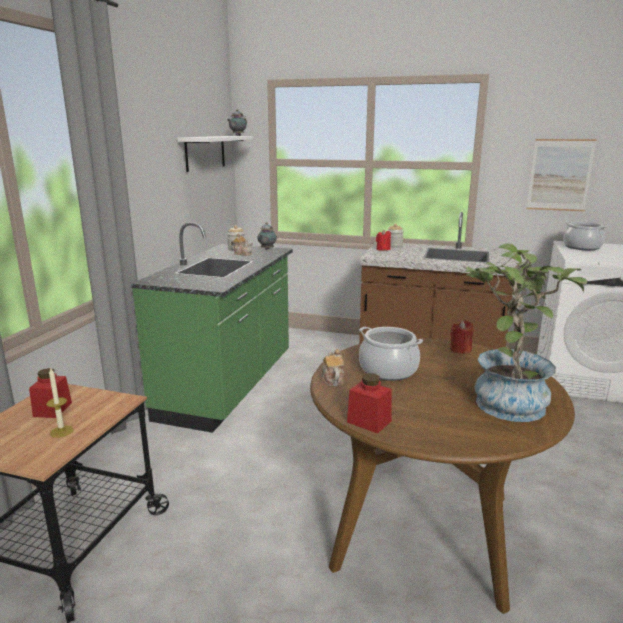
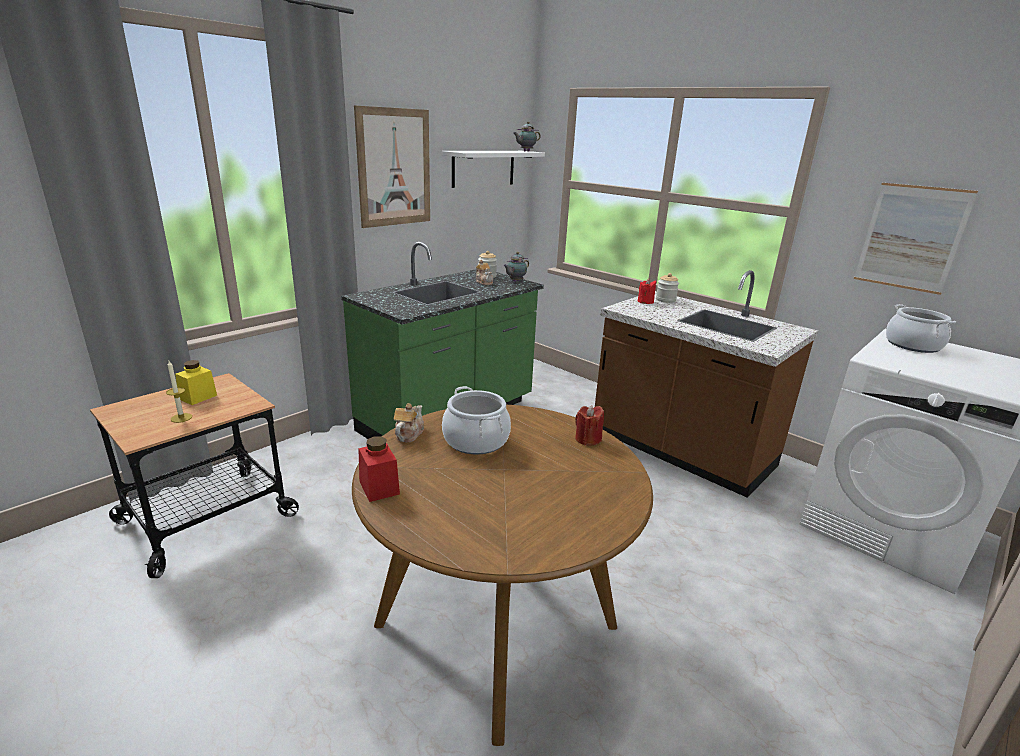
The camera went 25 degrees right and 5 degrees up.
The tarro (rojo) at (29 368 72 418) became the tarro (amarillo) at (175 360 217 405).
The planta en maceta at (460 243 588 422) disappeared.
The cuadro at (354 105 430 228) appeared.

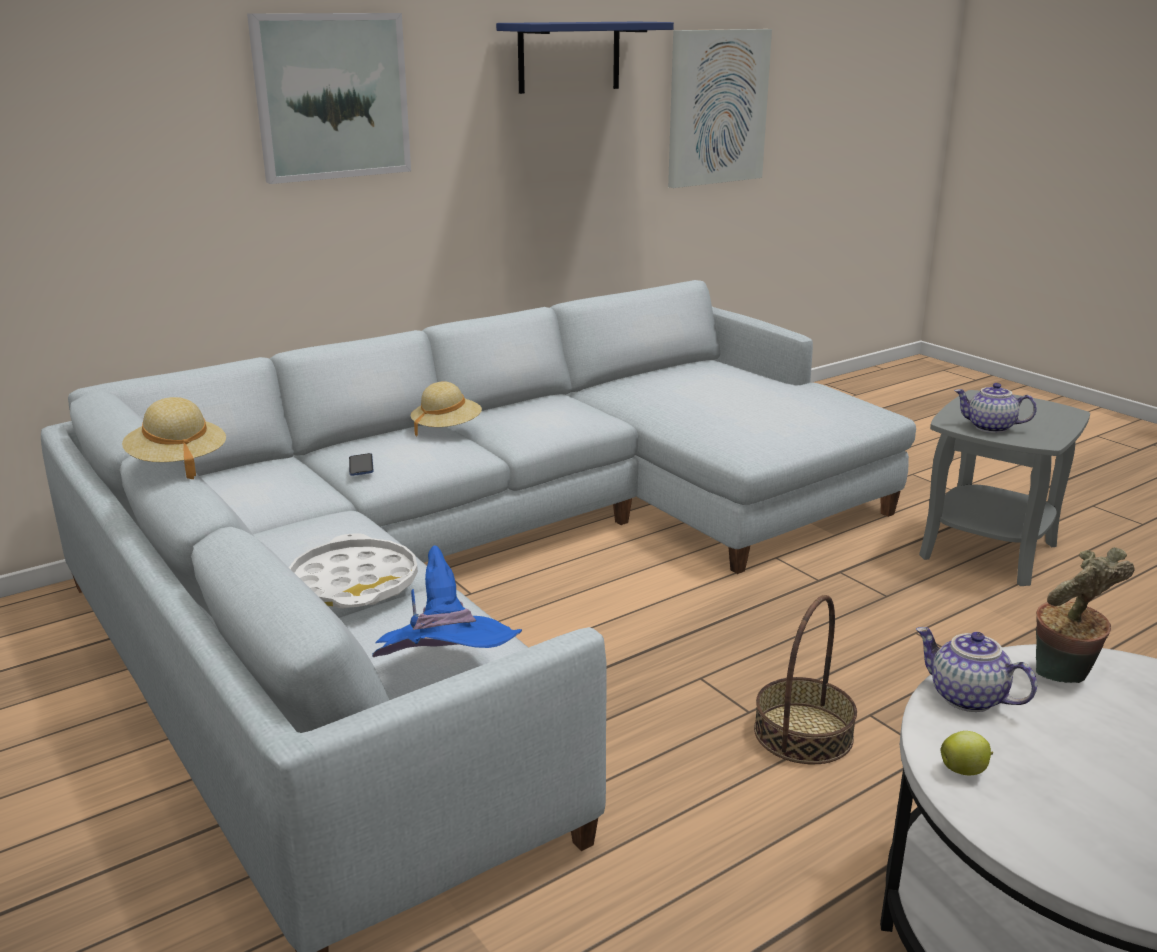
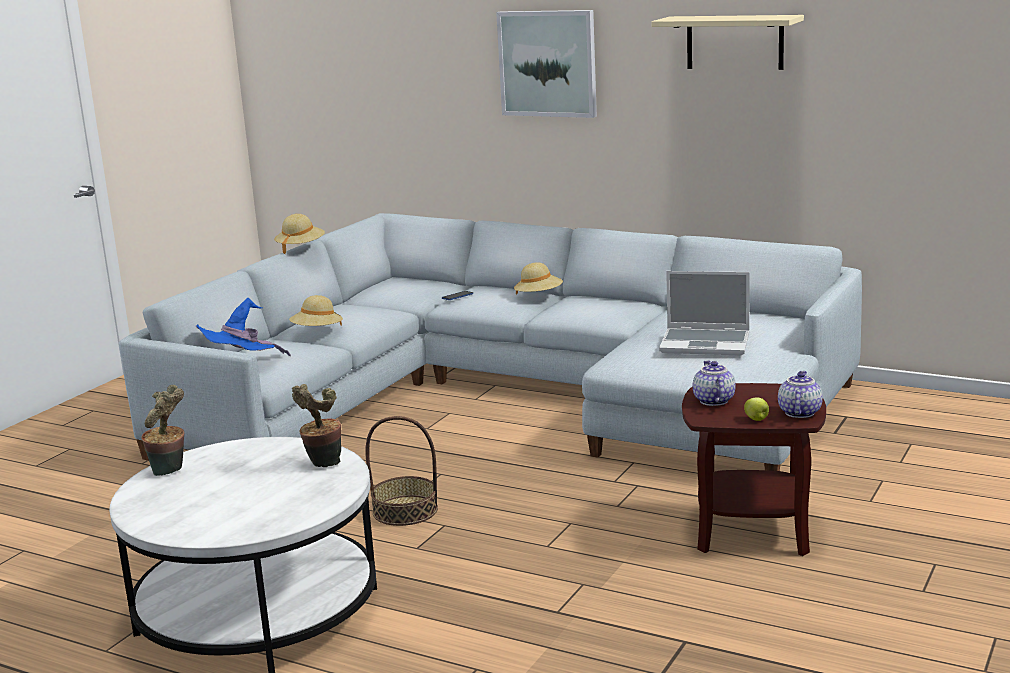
The camera went 65 degrees right and 5 degrees down.
The bandeja (blanco) at (289 533 418 609) was replaced by the sombrero (beis) at (289 295 343 326).
The estante (azul) at (496 22 674 94) became the estante (beis) at (652 15 804 70).
The cuadro at (668 29 772 188) disappeared.
The tetera moved from (916 627 1037 712) to (778 371 823 418).
The mesa auxiliar (gris) at (919 390 1090 586) became the mesa auxiliar (marrón) at (682 383 826 556).
The manzana moved from (940 731 993 775) to (744 397 769 421).
The planta en maceta at (141 385 184 476) appeared.
The portátil at (659 271 750 355) appeared.

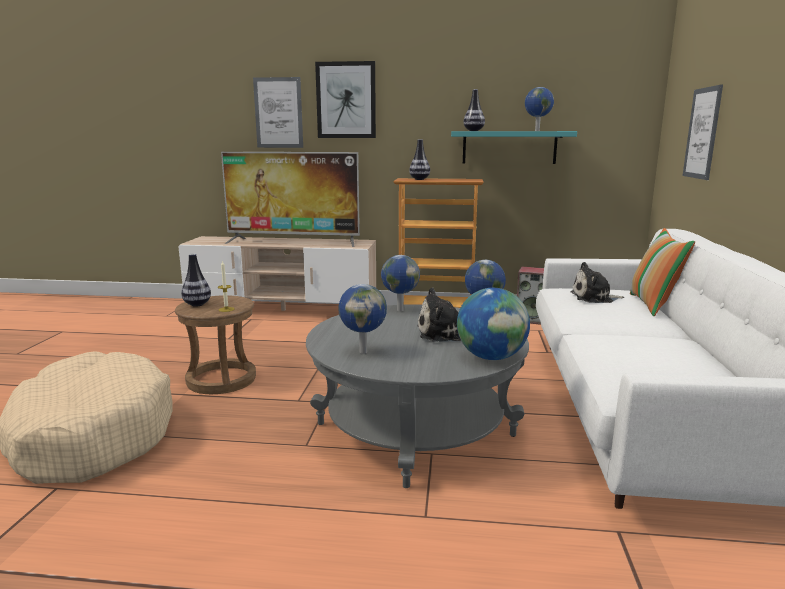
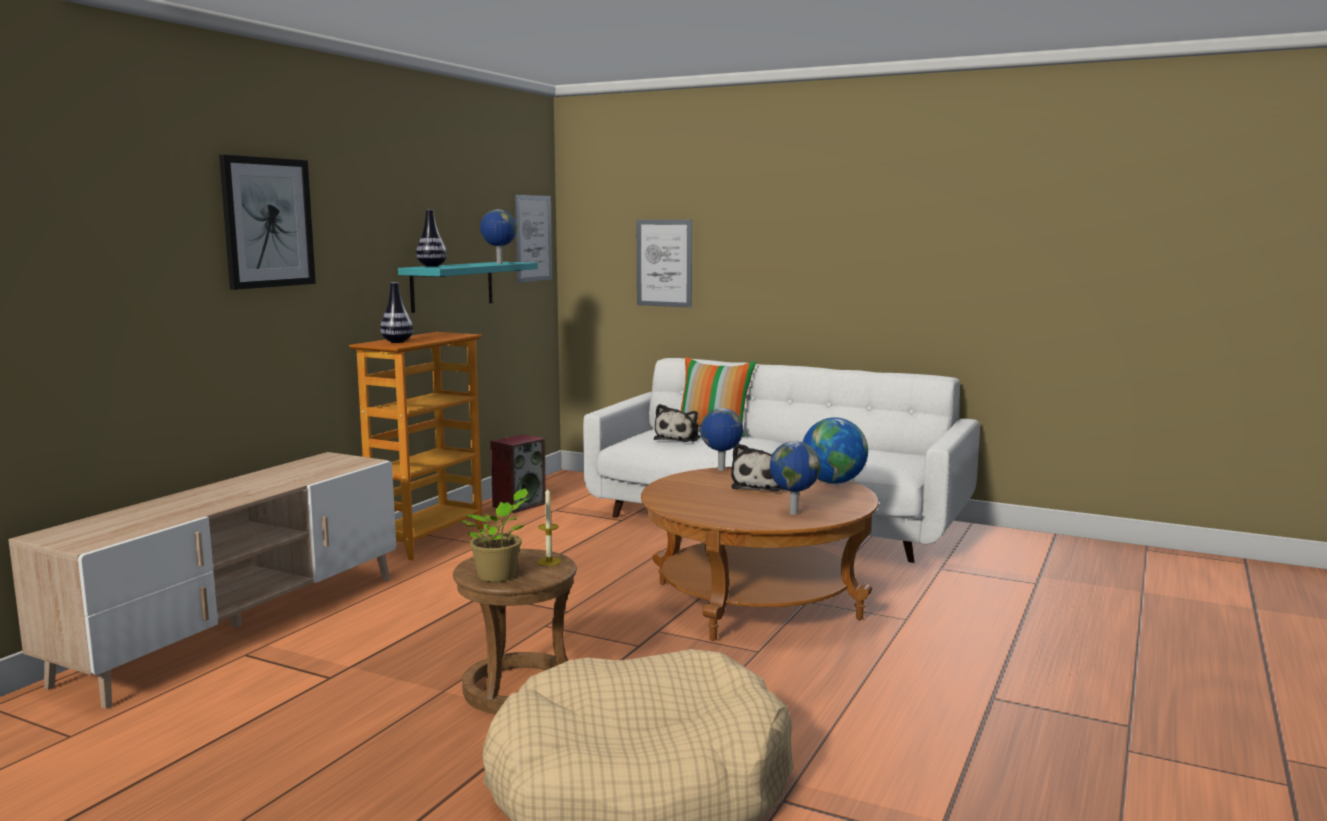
The camera went 70 degrees left and 5 degrees down.
The florero at (181 253 211 307) was replaced by the planta en maceta at (457 488 529 582).
The televisor at (221 152 360 247) disappeared.
The cuadro moved from (253 77 303 148) to (515 195 552 283).
The mesa de centro (gris) at (306 304 529 488) became the mesa de centro (marrón) at (641 467 879 641).
The globo terráqueo at (381 255 420 311) disappeared.

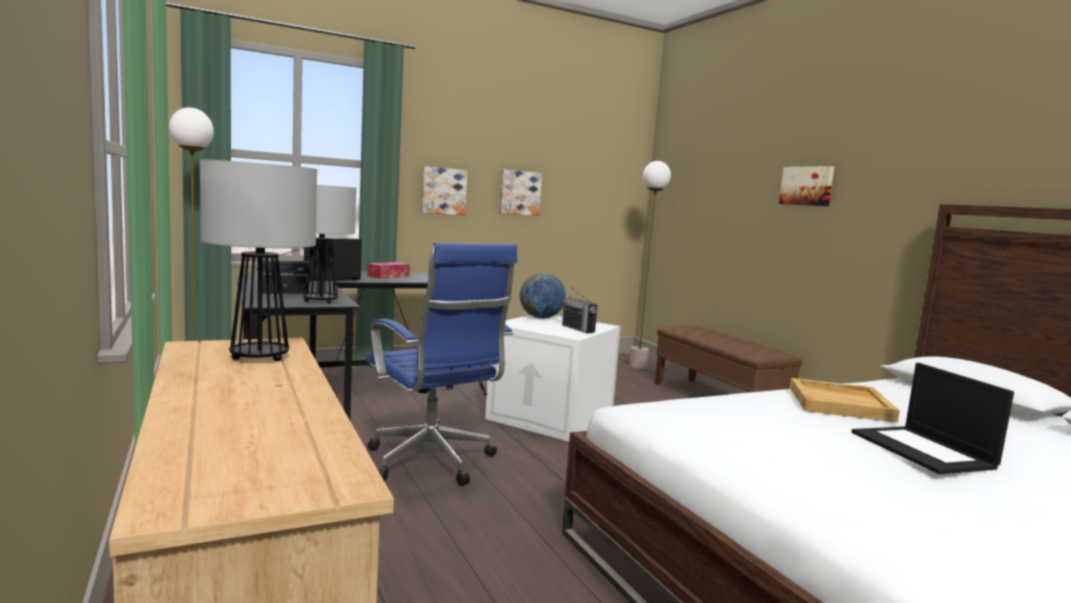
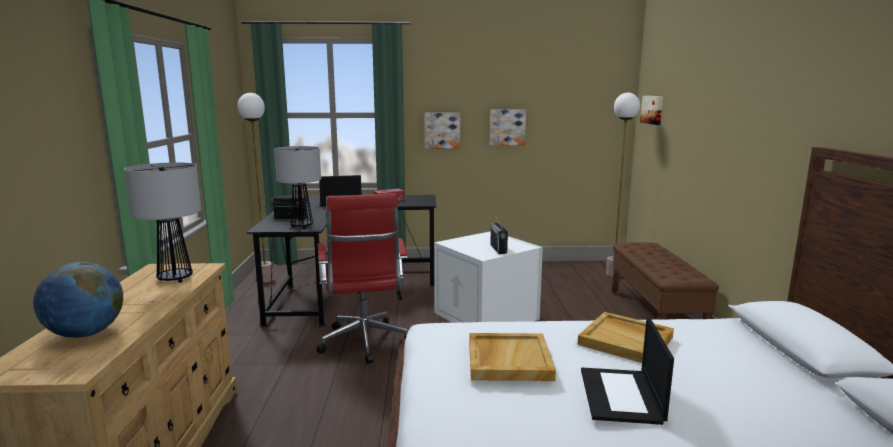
The camera went 25 degrees right and 5 degrees up.
The silla de oficina (azul) at (366 243 517 486) became the silla de oficina (rojo) at (316 193 408 364).
The globo terráqueo moved from (520 272 566 319) to (33 262 123 338).
The cuadro moved from (779 166 834 206) to (640 96 663 125).
The bandeja (beis) at (469 333 556 381) appeared.

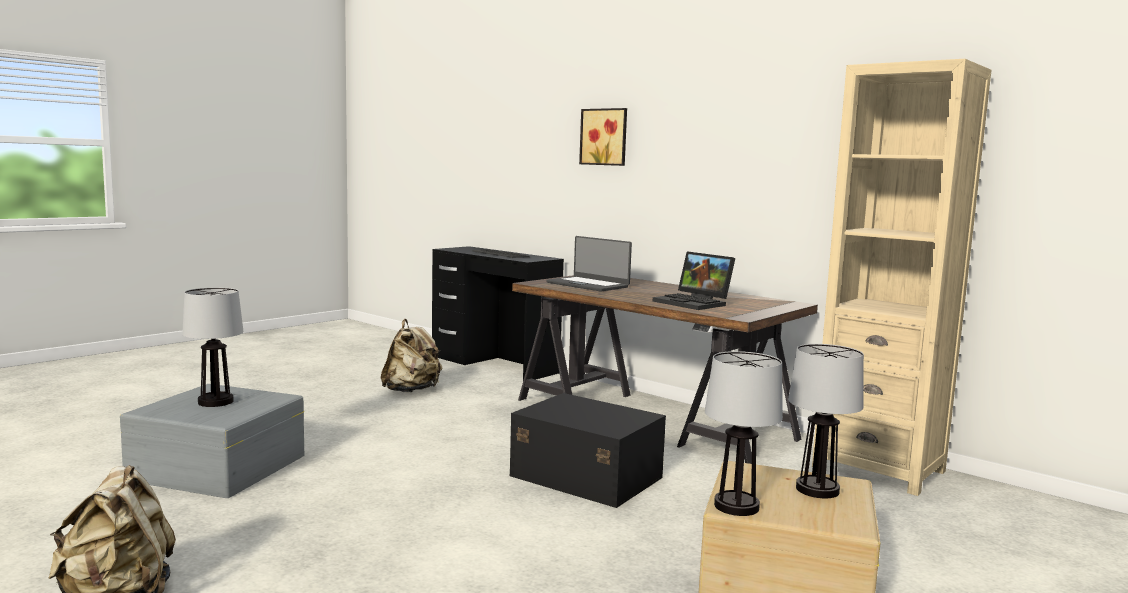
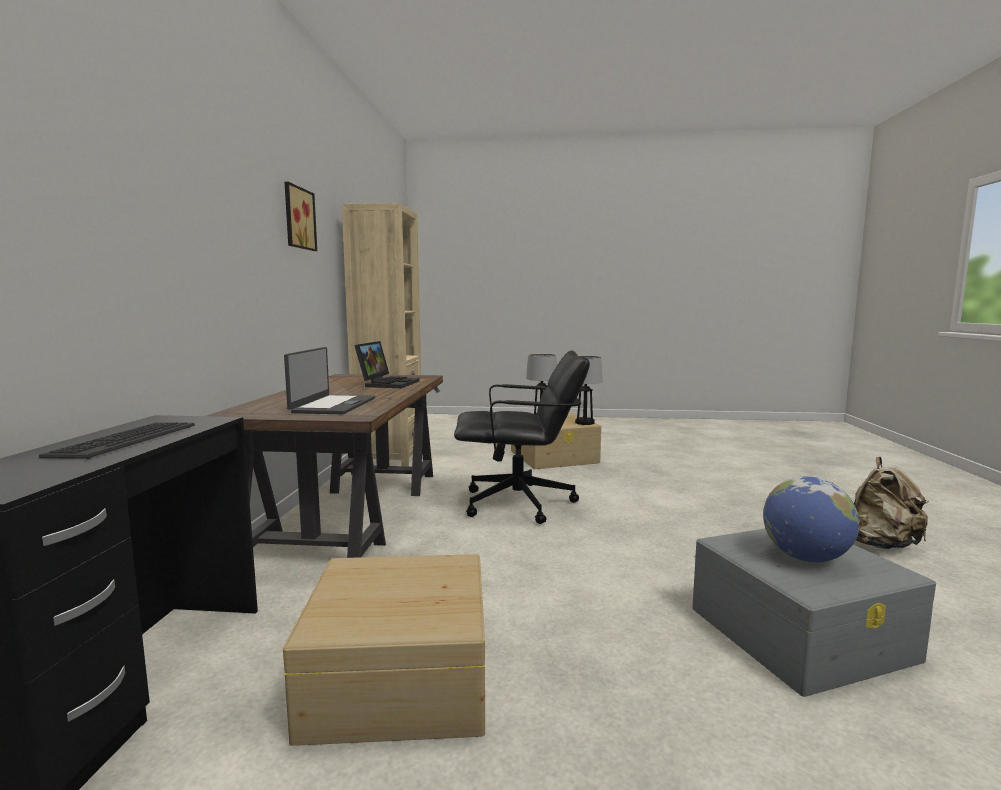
The camera went 125 degrees left and 0 degrees up.
The lámpara de mesa at (182 287 244 407) was replaced by the globo terráqueo at (763 476 860 562).
The mochila (beis) at (381 319 442 392) was replaced by the caja de almacenaje (beis) at (283 554 485 746).
The caja de almacenaje (negro) at (510 393 666 508) was replaced by the silla de oficina (negro) at (454 350 590 524).
The cuadro moved from (579 108 627 166) to (285 182 317 251).

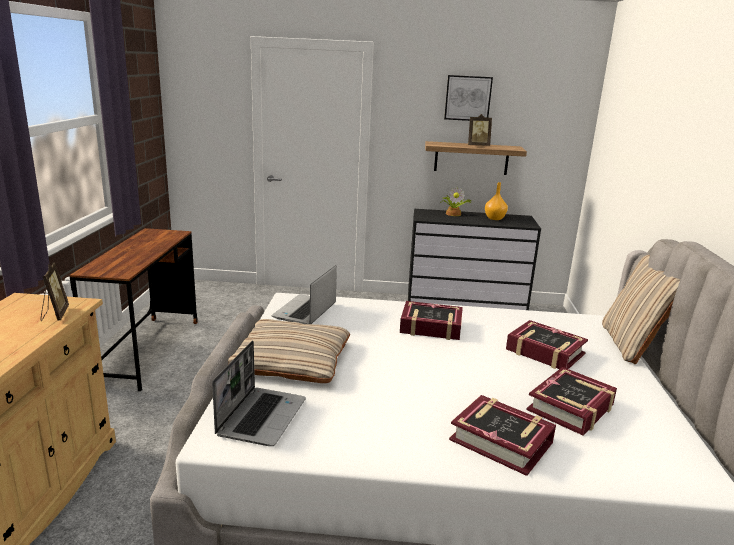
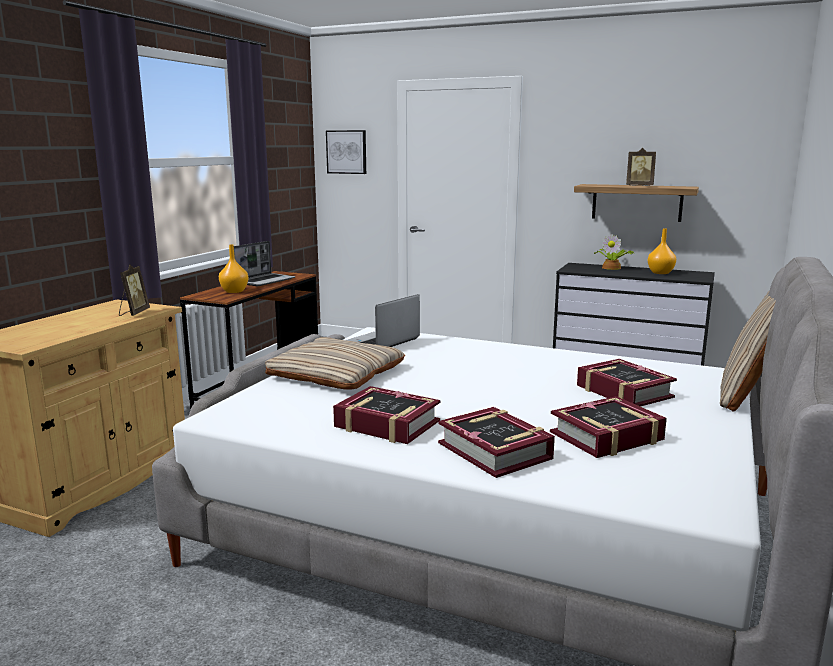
The camera went 20 degrees right and 5 degrees down.
The portátil moved from (212 341 306 446) to (234 241 295 286).
The libro moved from (400 301 463 340) to (333 386 440 444).
The cuadro moved from (444 75 493 121) to (326 130 366 174).
The florero (naranja) at (219 245 248 293) appeared.

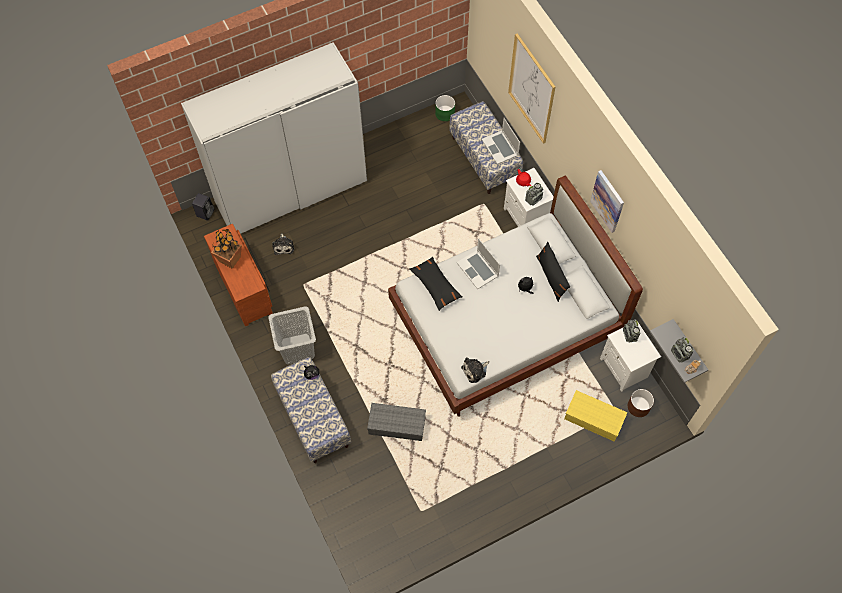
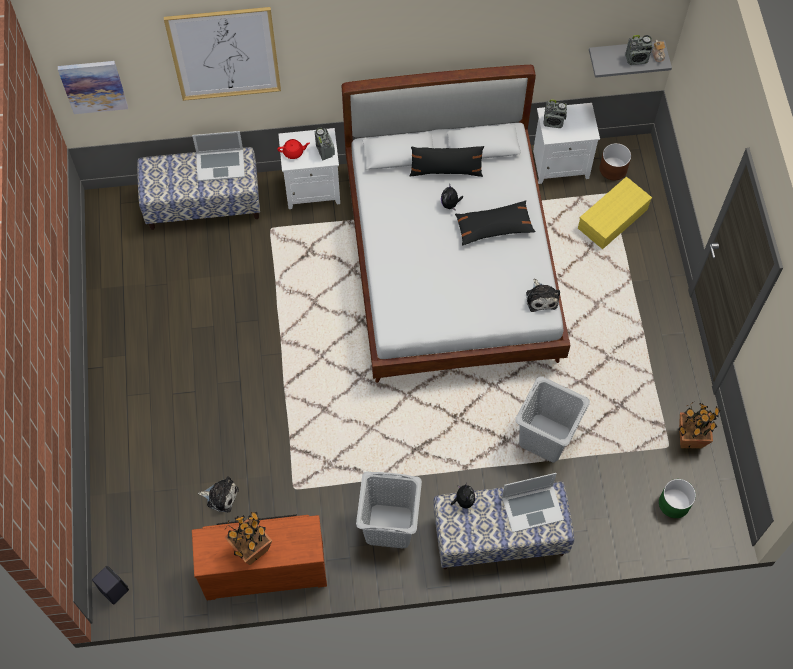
The camera went 70 degrees left and 0 degrees up.
The armario ropero (blanco) at (181 42 367 234) disappeared.
The caja de almacenaje (gris) at (367 403 426 441) was replaced by the cesto de la ropa (gris) at (515 376 590 463).
The cojín (negro) moved from (409 257 462 311) to (455 200 536 245).
The maceta (verde) moved from (435 95 455 121) to (659 479 696 518).
The portátil moved from (457 238 500 289) to (502 473 564 533).
The cuadro moved from (590 170 624 233) to (58 61 128 114).
The planta en maceta at (678 401 721 449) appeared.

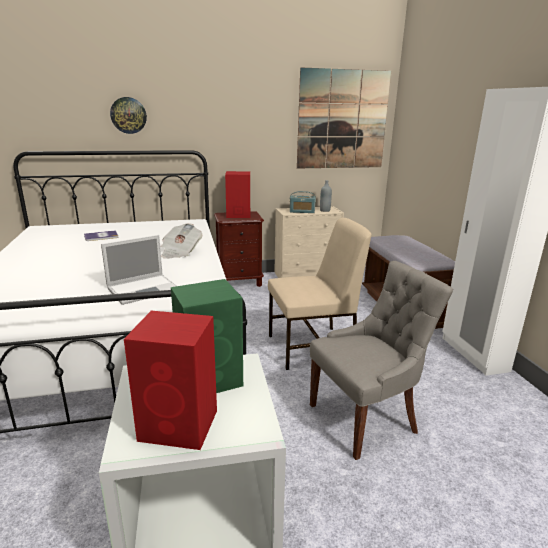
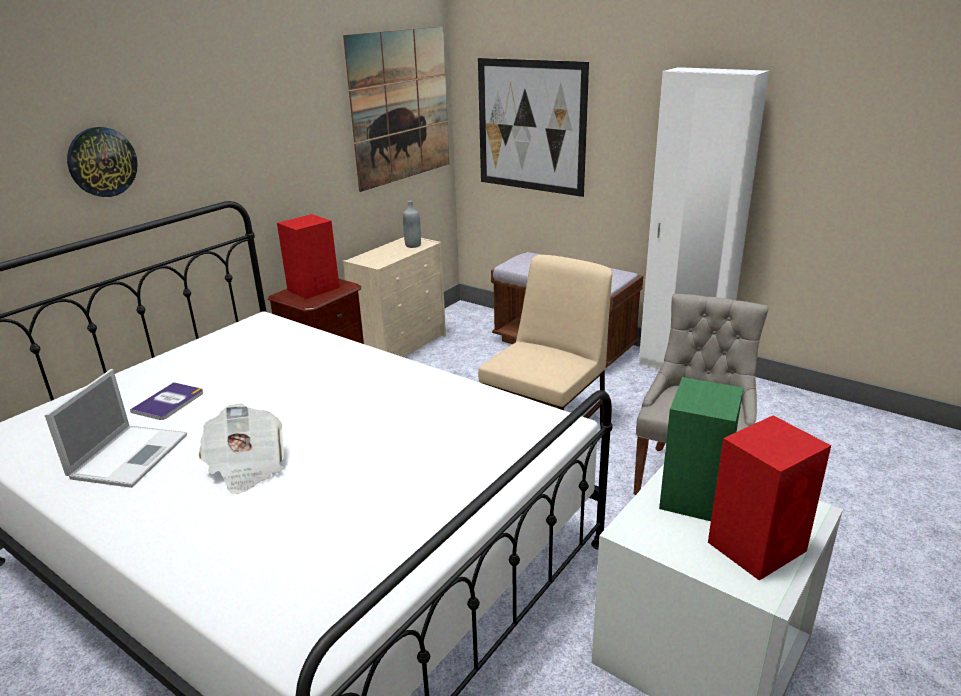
The camera went 40 degrees left and 5 degrees up.
The portátil moved from (101 235 176 305) to (45 369 187 488).
The periódico moved from (161 223 202 259) to (198 404 284 494).
The radio at (289 191 316 213) disappeared.
The cuadro at (478 58 589 197) appeared.

